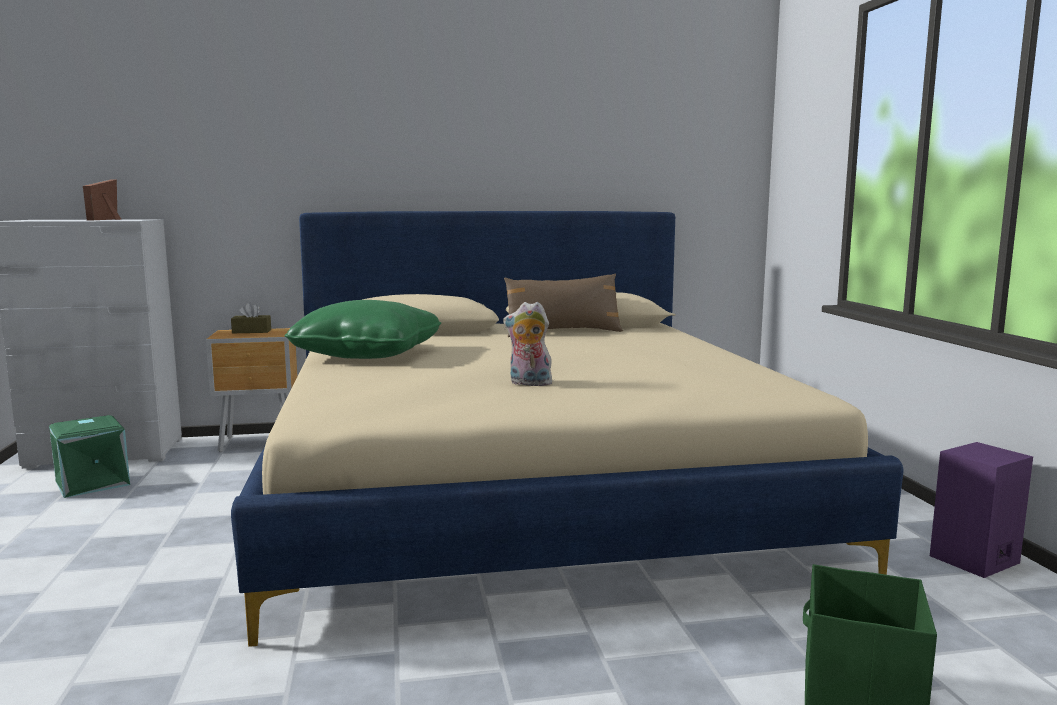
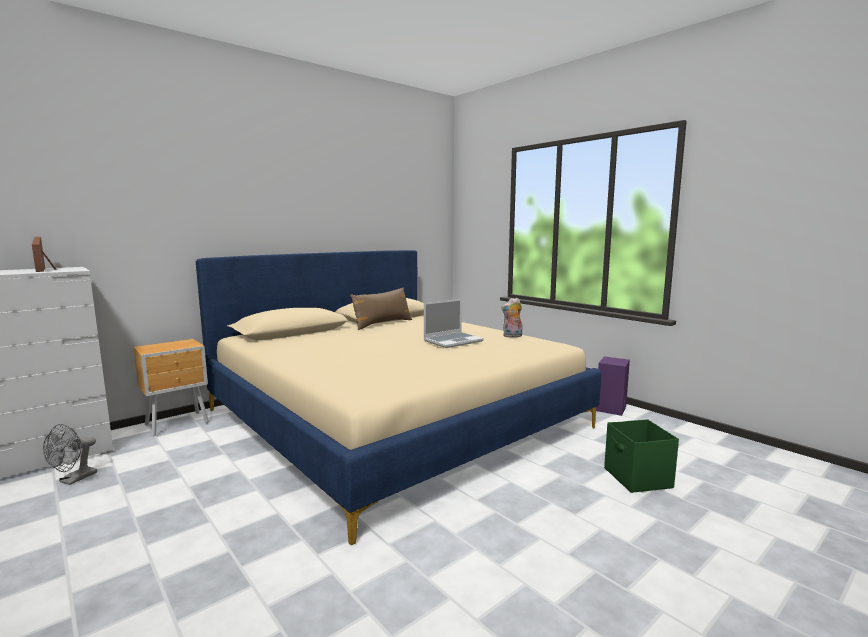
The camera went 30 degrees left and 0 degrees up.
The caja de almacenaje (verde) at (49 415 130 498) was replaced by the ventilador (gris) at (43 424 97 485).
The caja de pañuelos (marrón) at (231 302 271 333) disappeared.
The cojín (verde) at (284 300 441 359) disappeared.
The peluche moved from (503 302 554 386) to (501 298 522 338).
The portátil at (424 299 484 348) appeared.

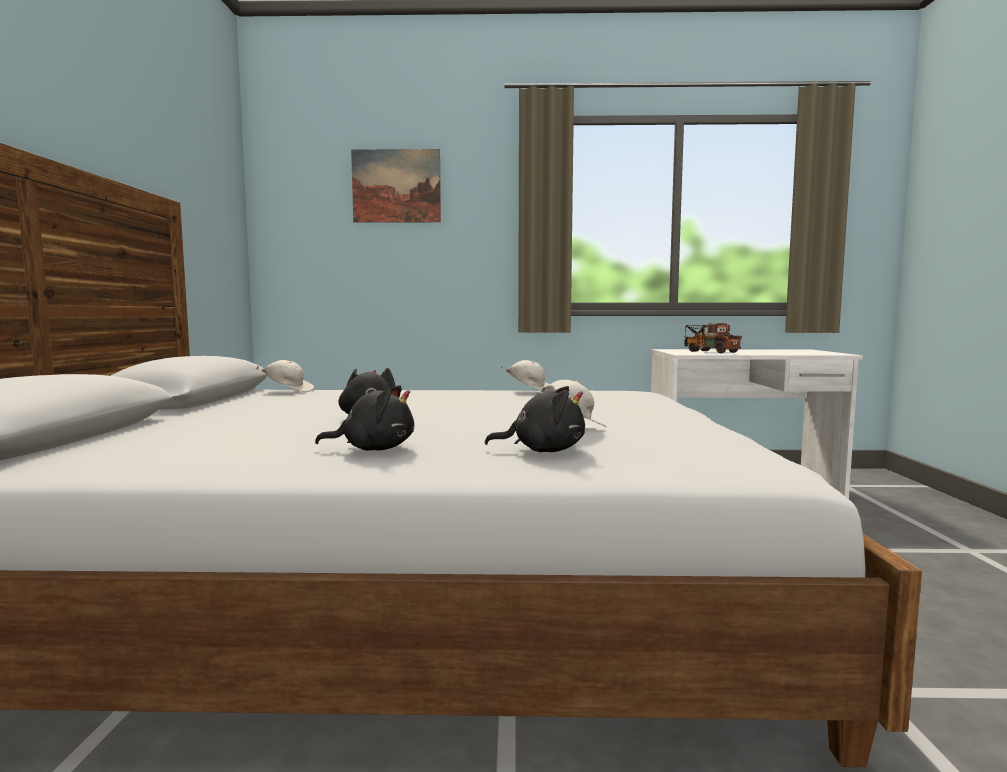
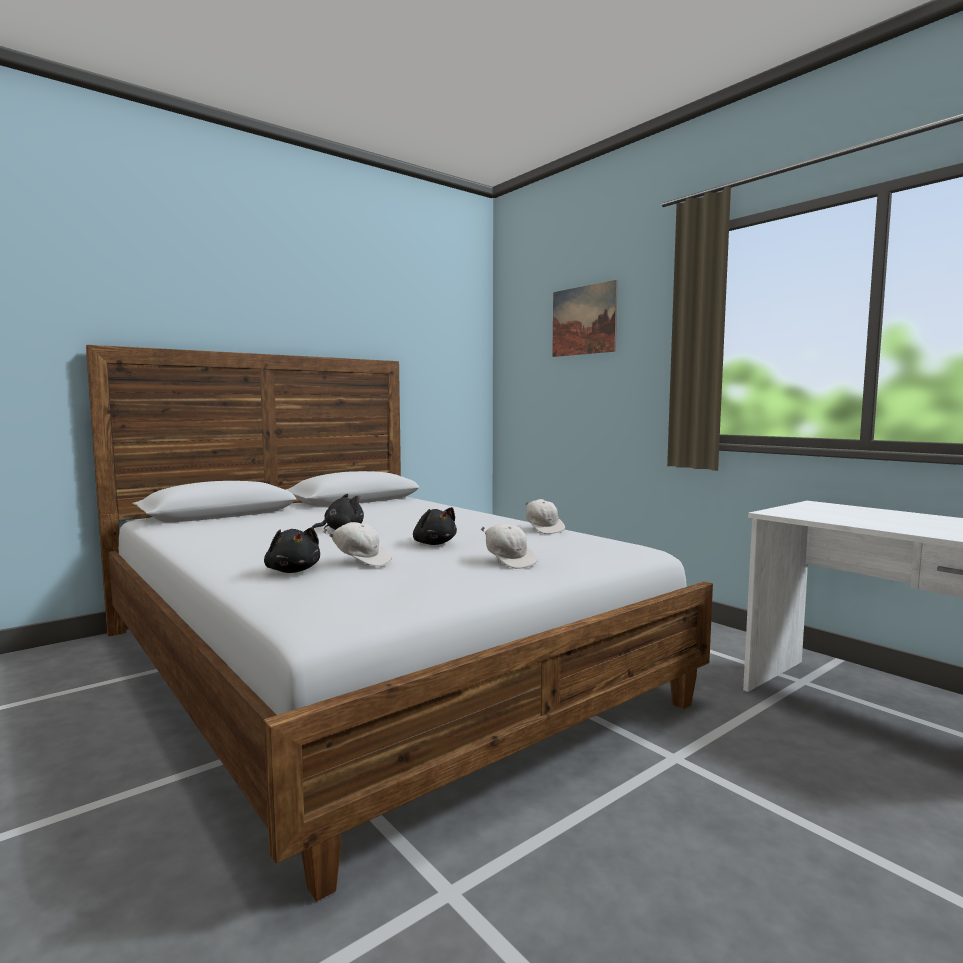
The camera went 50 degrees right and 0 degrees up.
The gorra (blanco) moved from (255 360 314 392) to (481 523 538 569).
The peluche (negro) moved from (315 385 414 451) to (413 507 457 545).
The camión de juguete at (684 323 742 353) disappeared.

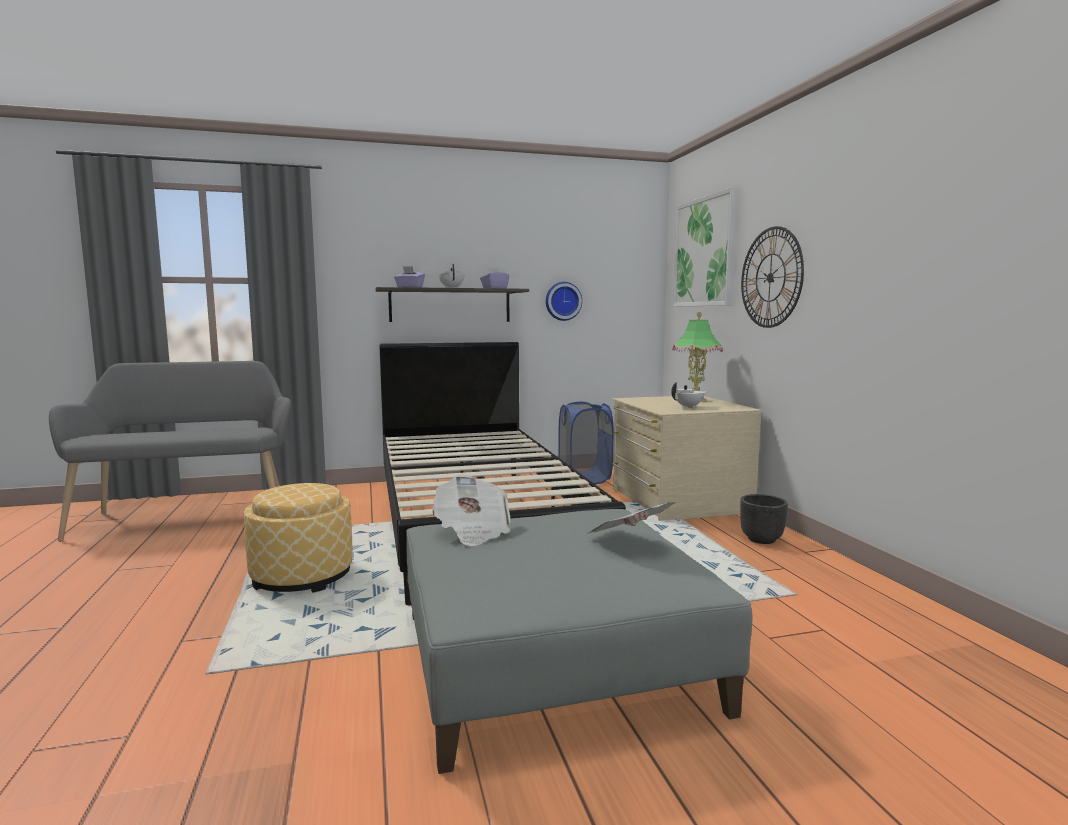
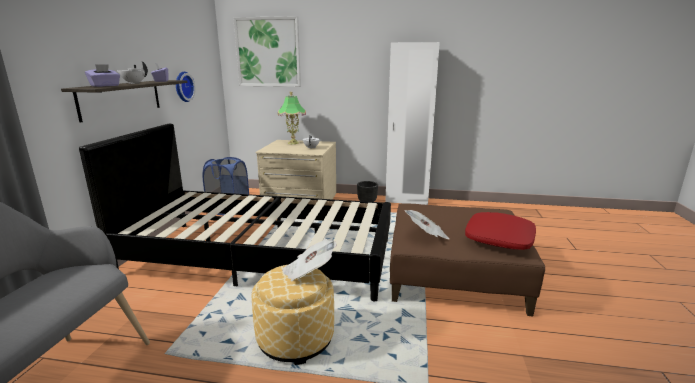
The camera went 65 degrees left and 10 degrees up.
The puf (gris) at (406 509 752 774) became the puf (marrón) at (390 203 545 317).
The periódico moved from (589 502 675 533) to (282 239 337 282).
The reloj de pared at (741 226 804 328) disappeared.
The armario ropero (blanco) at (385 42 440 205) appeared.
The cojín (rojo) at (465 212 536 250) appeared.

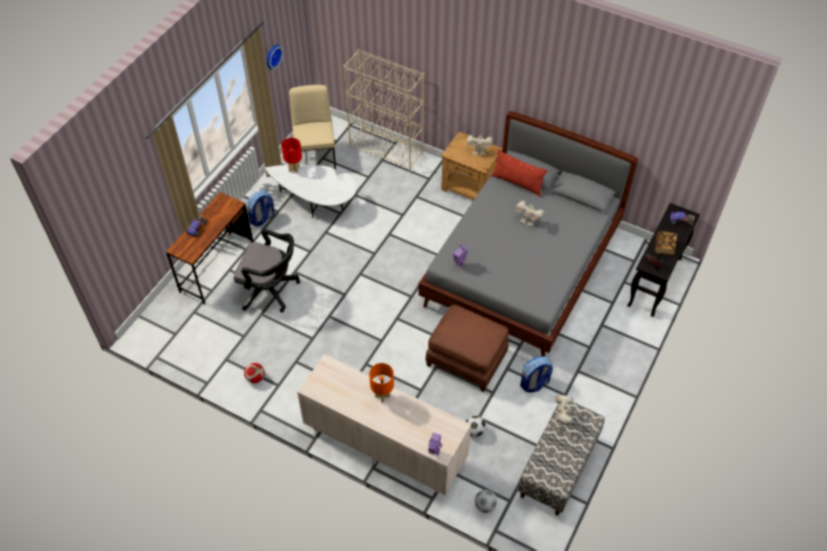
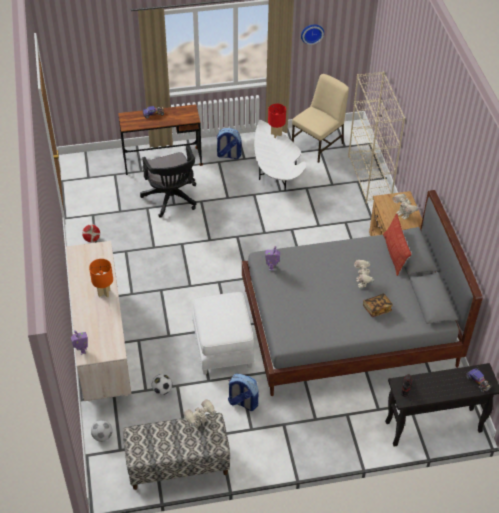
The camera went 50 degrees right and 5 degrees down.
The puf (marrón) at (425 305 509 392) became the puf (blanco) at (192 292 254 375).
The libro moved from (654 231 677 255) to (363 294 393 317).

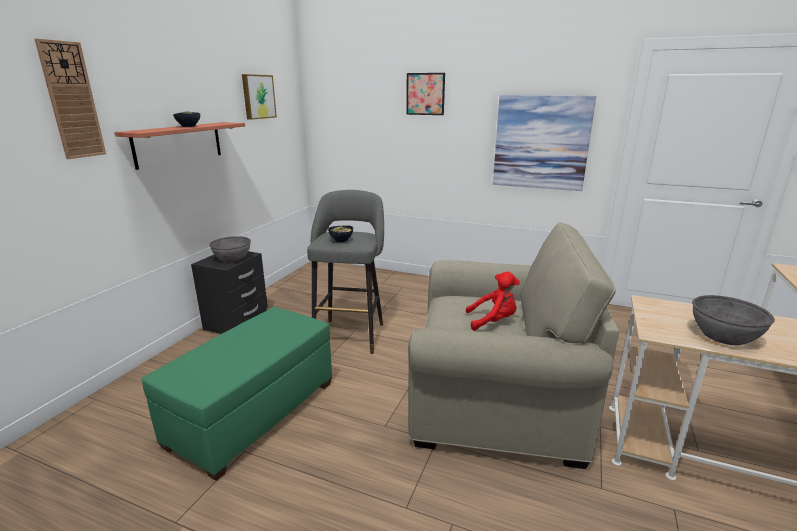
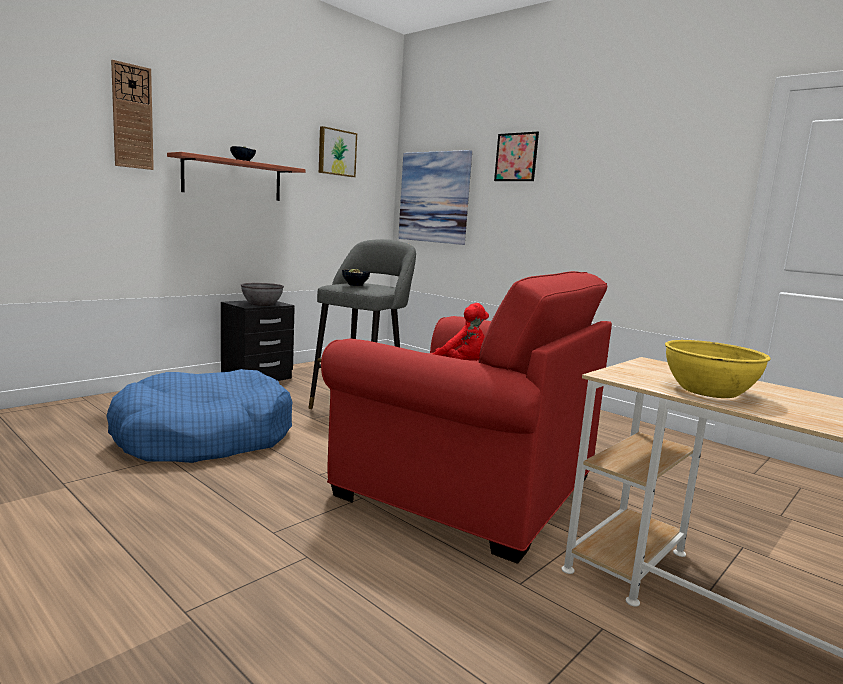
The camera went 20 degrees right and 10 degrees down.
The puf (verde) at (141 307 332 481) was replaced by the cama para perro (azul) at (107 369 293 463).
The sillón (beis) at (408 222 619 469) became the sillón (rojo) at (321 271 612 564).
The cuadro moved from (493 95 596 191) to (398 150 472 245).
The cuenco (gris) at (692 295 775 345) became the cuenco (amarillo) at (665 340 771 398).

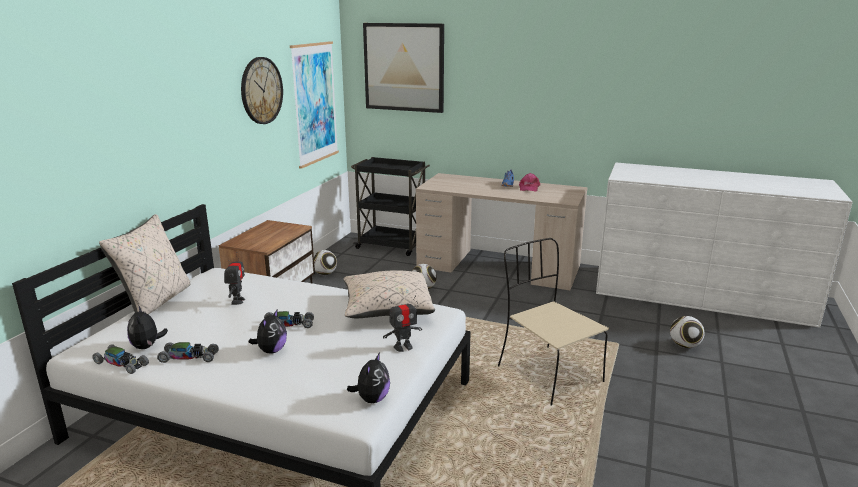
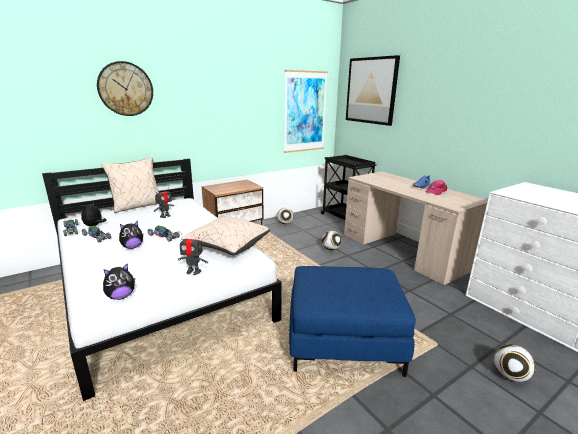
The camera went 35 degrees right and 0 degrees up.
The reloj de pared moved from (241 57 283 124) to (97 61 153 116).
The silla (beis) at (498 238 609 406) was replaced by the puf (azul) at (289 266 416 377).

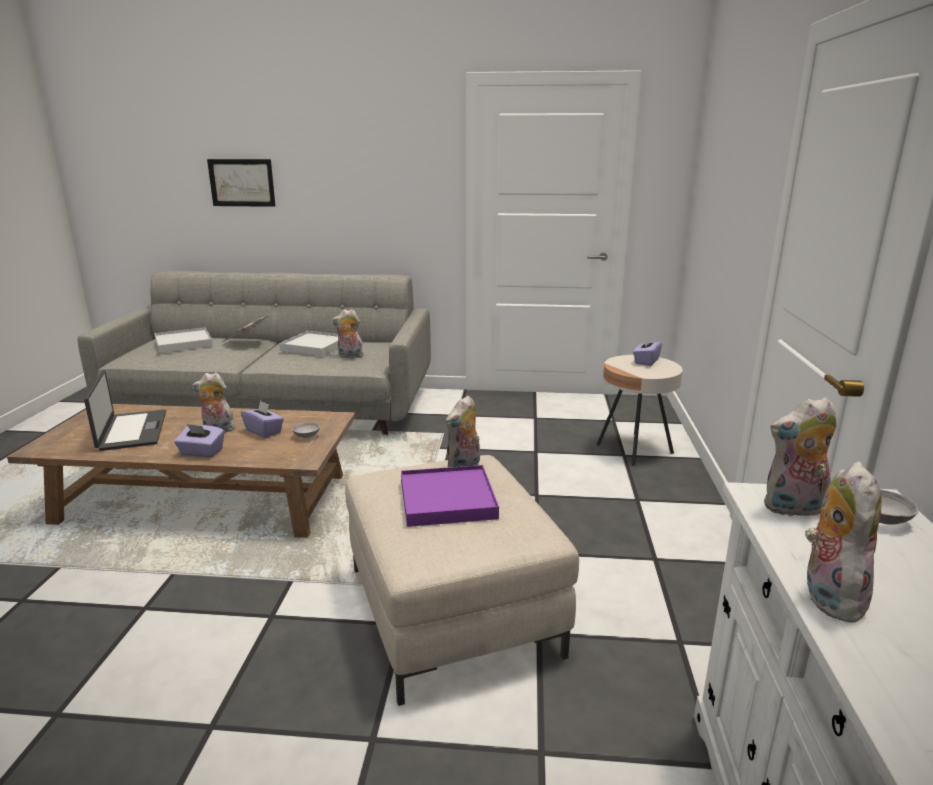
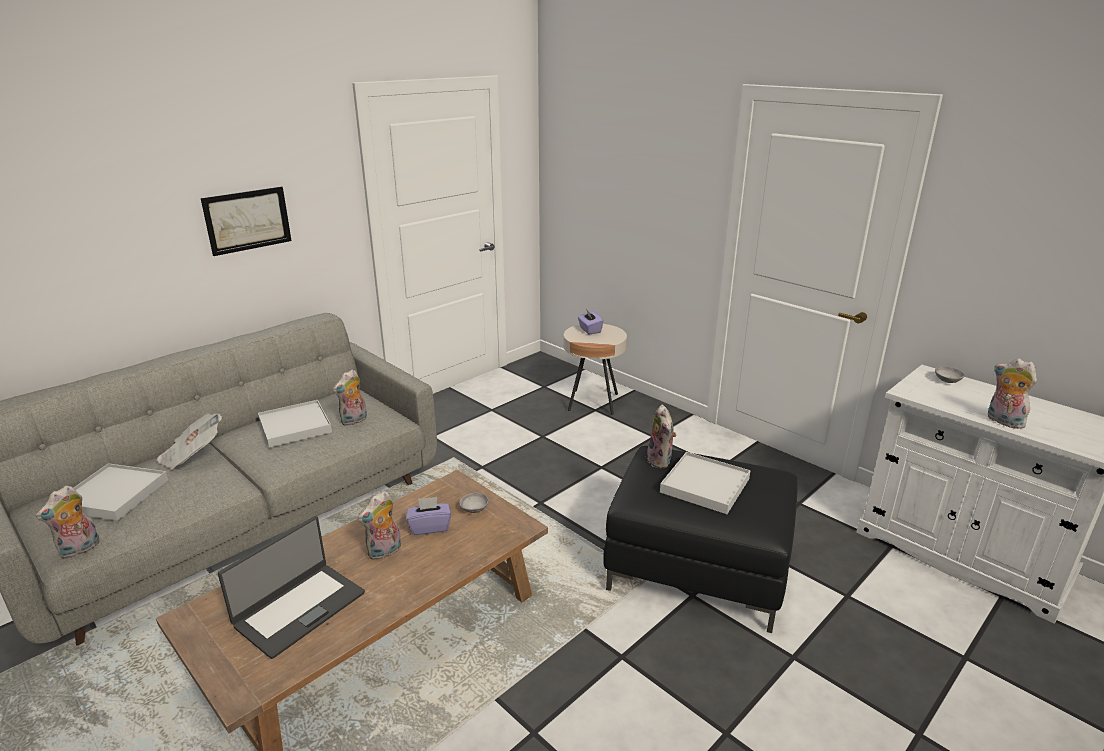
The camera went 50 degrees left and 5 degrees up.
The portátil at (84 370 166 451) turned 105 degrees clockwise.
The caja de pañuelos (morado) at (174 424 224 458) disappeared.
The cuadro moved from (207 159 275 207) to (201 186 292 256).
The puf (beis) at (345 455 579 706) became the puf (negro) at (603 446 798 633).
The bandeja (morado) at (401 465 499 527) became the bandeja (blanco) at (660 452 751 514).
The peluche moved from (764 397 837 519) to (36 486 100 559).

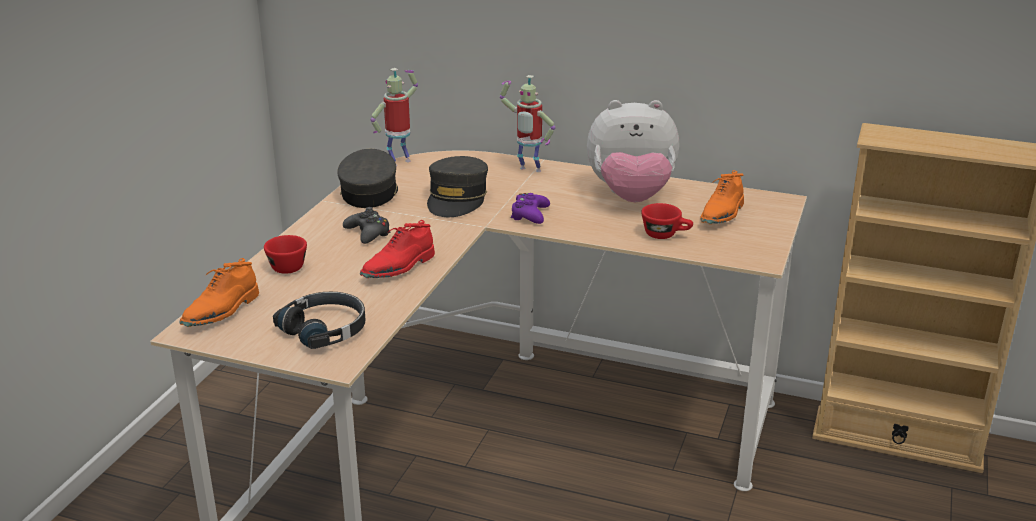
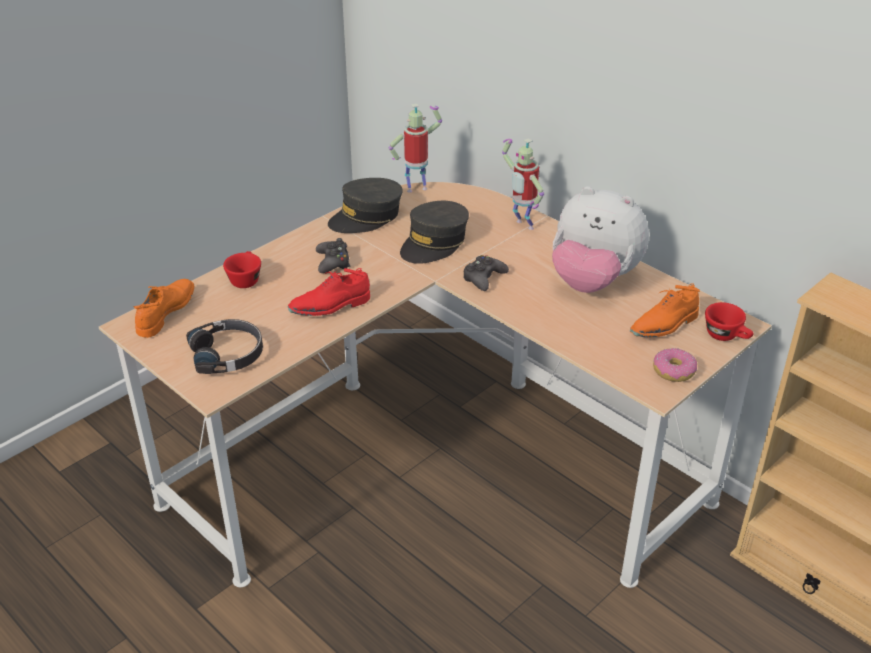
The camera went 25 degrees right and 10 degrees up.
The zapato (naranja) at (180 258 259 327) turned 150 degrees clockwise.
The gorra (gris) at (337 149 398 208) turned 150 degrees counterclockwise.
The mando de consola (morado) at (511 193 550 224) became the mando de consola (negro) at (463 255 509 291).
The taza (rojo) moved from (641 203 693 239) to (705 302 754 341).
The rosquilla at (653 348 697 382) appeared.

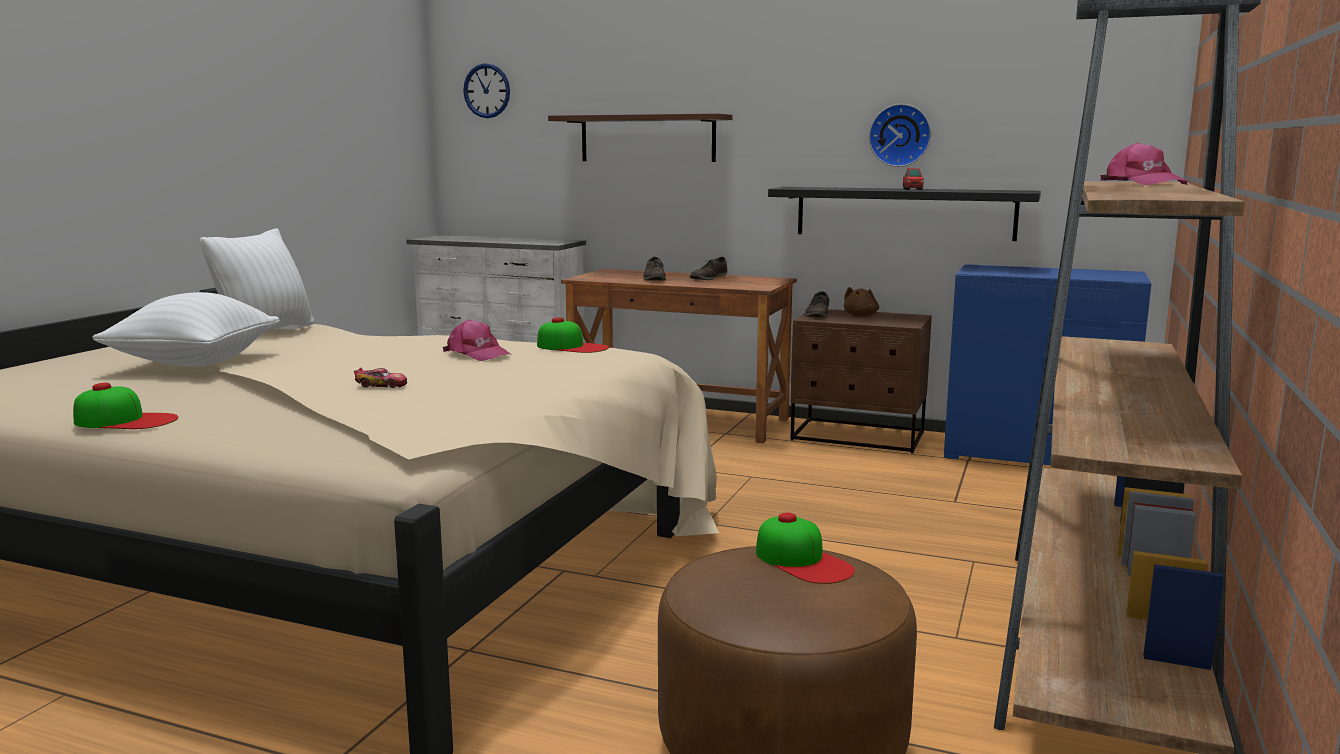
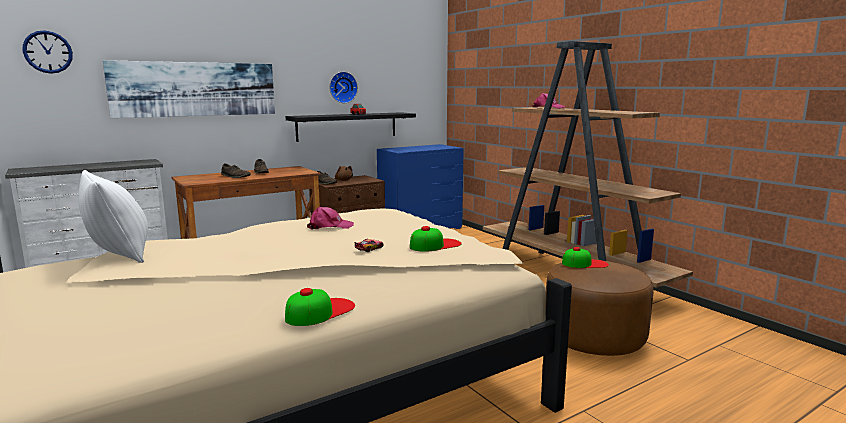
The camera went 55 degrees left and 0 degrees up.
The cojín (blanco) at (92 292 280 366) disappeared.
The gorra moved from (537 317 609 353) to (410 226 462 252).
The estante (marrón) at (548 113 733 162) was replaced by the cuadro at (103 60 275 118).

